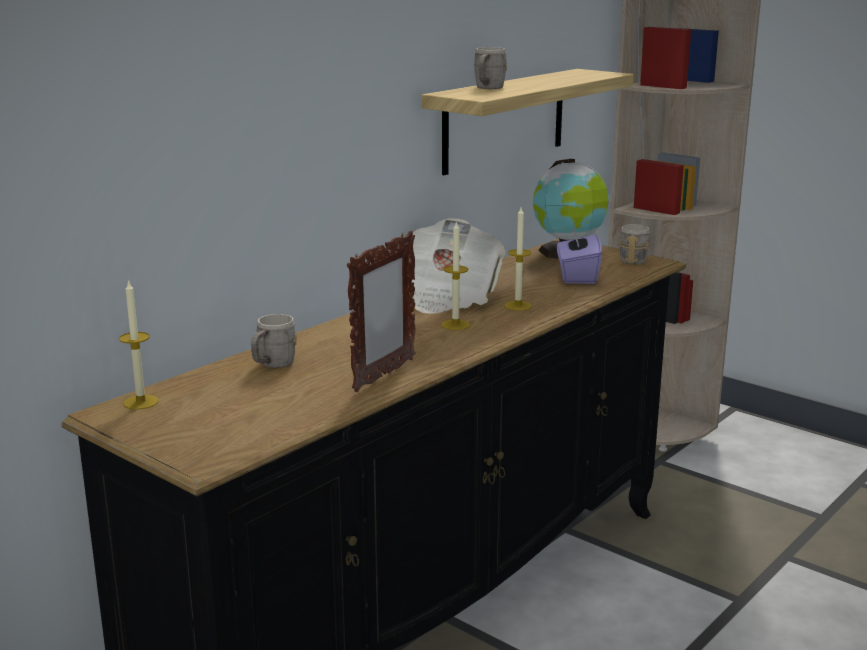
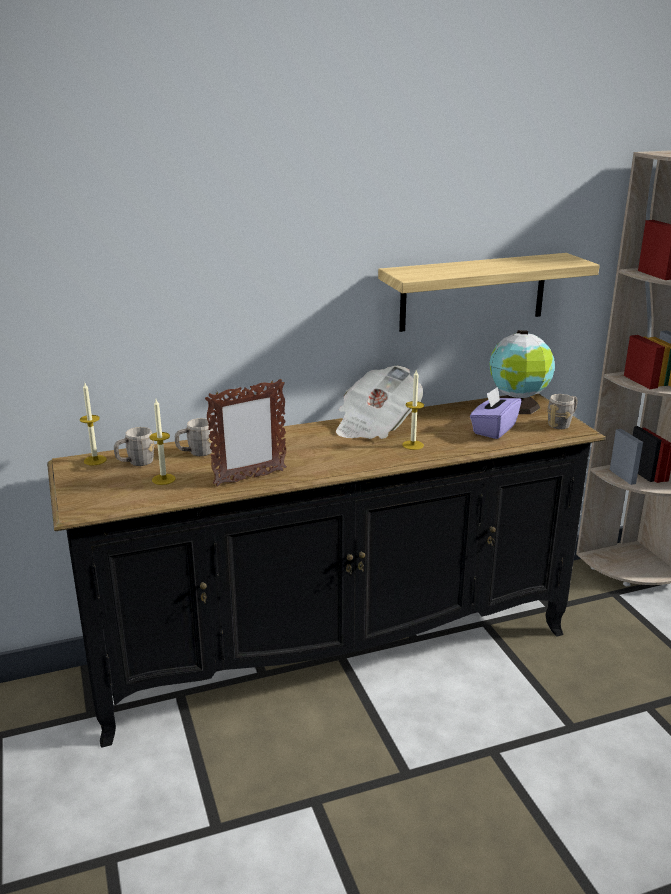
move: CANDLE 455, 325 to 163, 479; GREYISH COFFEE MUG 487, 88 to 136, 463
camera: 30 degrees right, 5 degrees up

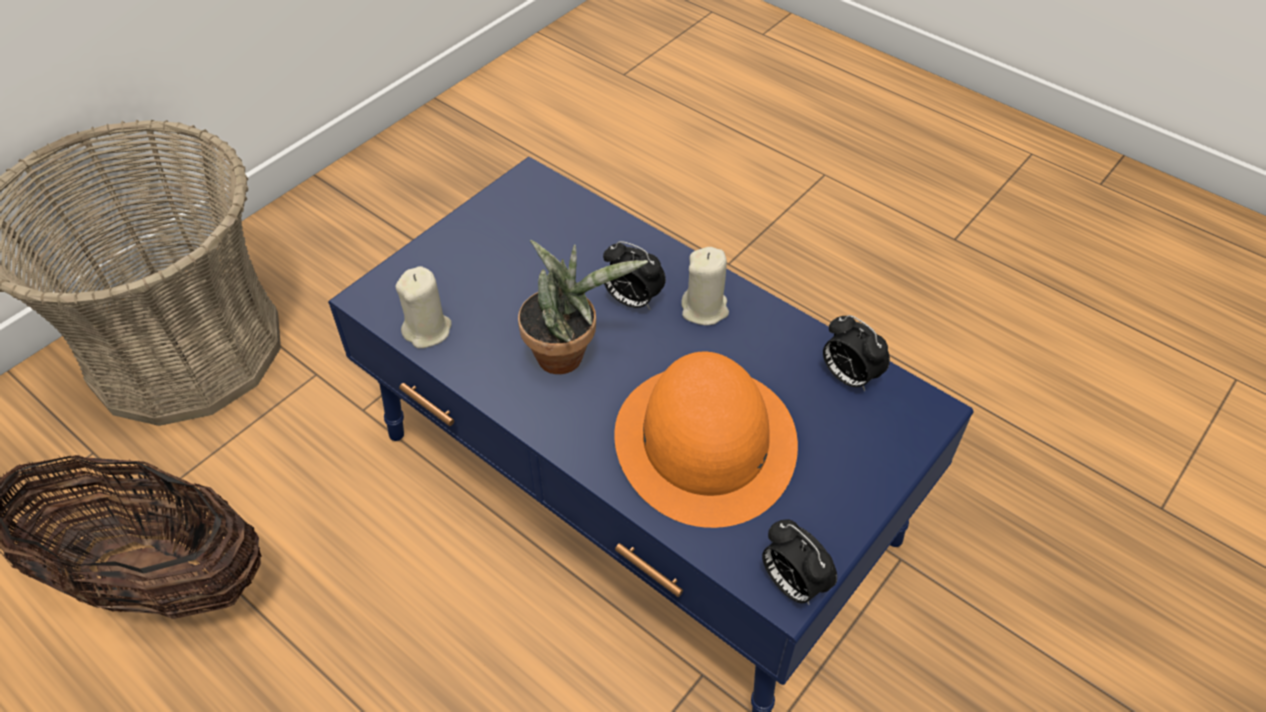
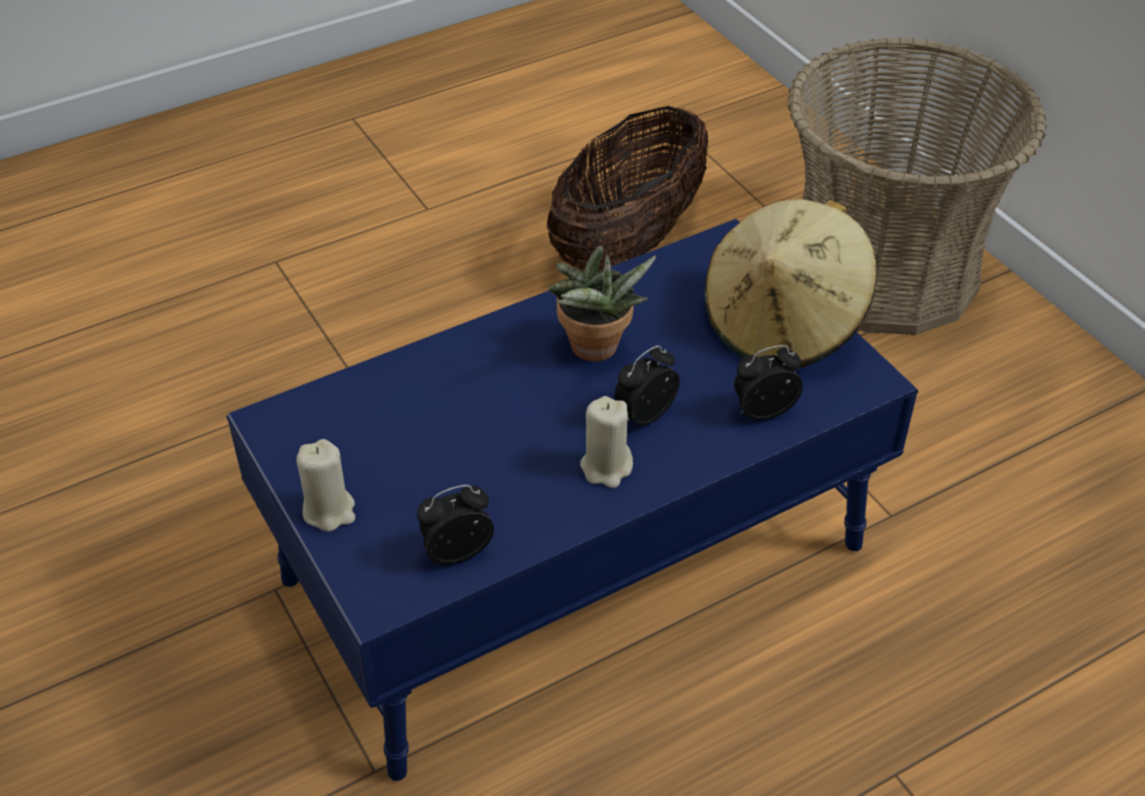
delete: ORANGEY HAT 705, 442
insert: BEIGE HAT 784, 324
move: BEIGE CANDLE 427, 330 to 329, 510; BEDSIDE CLOCK 792, 584 to 763, 410
camera: 110 degrees right, 5 degrees down

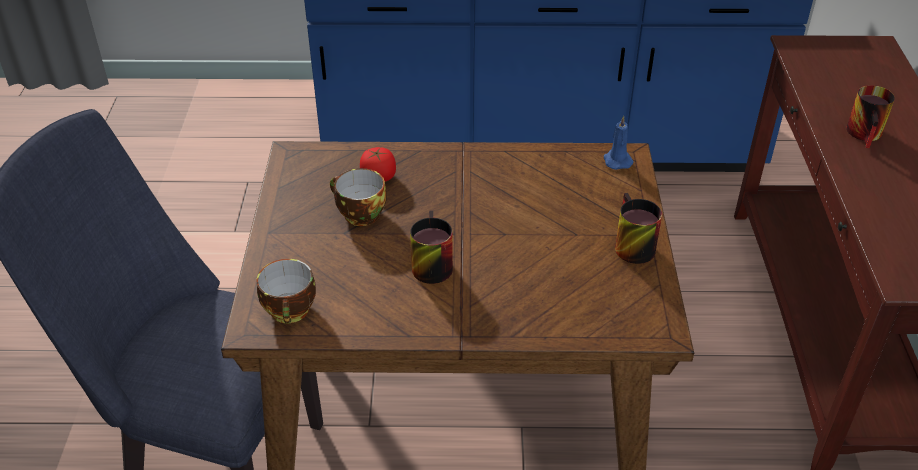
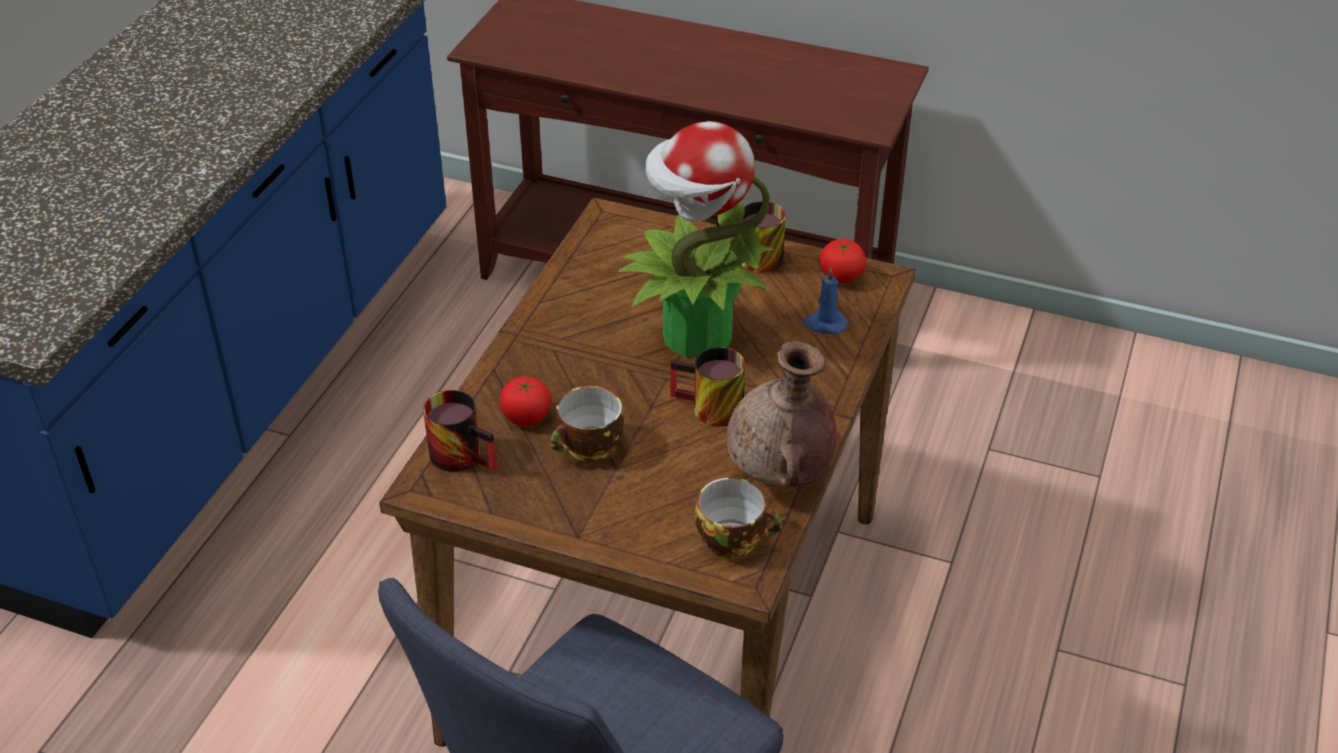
insert: POTTED PLANT 695, 336; BROWN-COLOURED VASE 779, 475; WHOLE TOMATO 840, 276
move: BLUE CANDLE 617, 160 to 824, 324; COFFEE MUG 868, 135 to 465, 454
camera: 70 degrees left, 0 degrees up

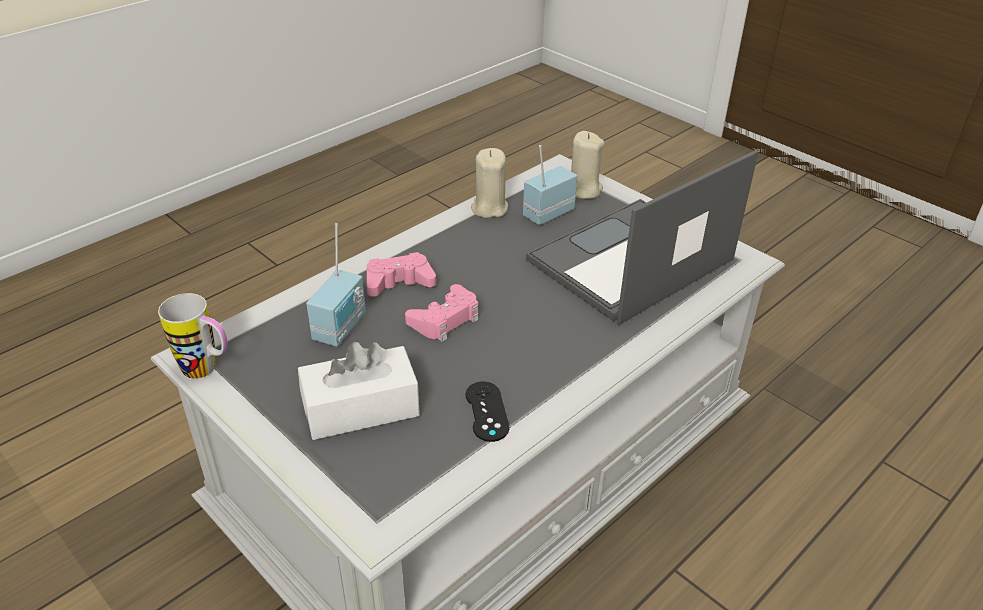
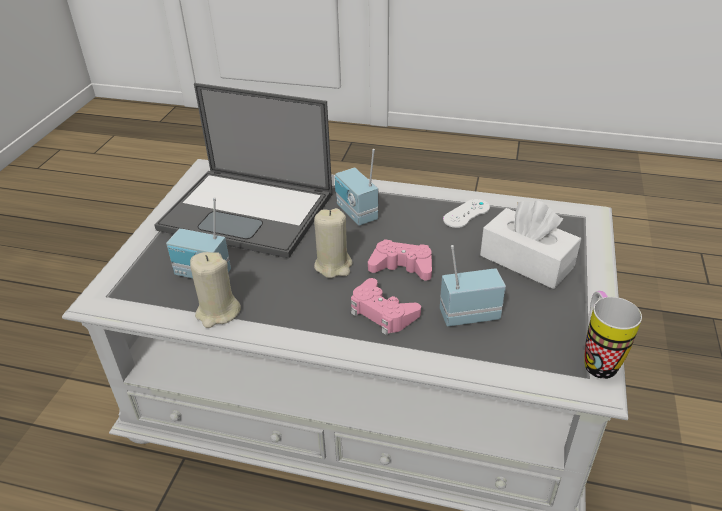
insert: RADIO RECEIVER 355, 213
move: BEIGE CANDLE 582, 190 to 333, 265
recolor: BLACKISH GAME CONTROLLER 486, 411 to WHITE-COLOURED GAME CONTROLLER 466, 213
camera: 120 degrees left, 0 degrees up

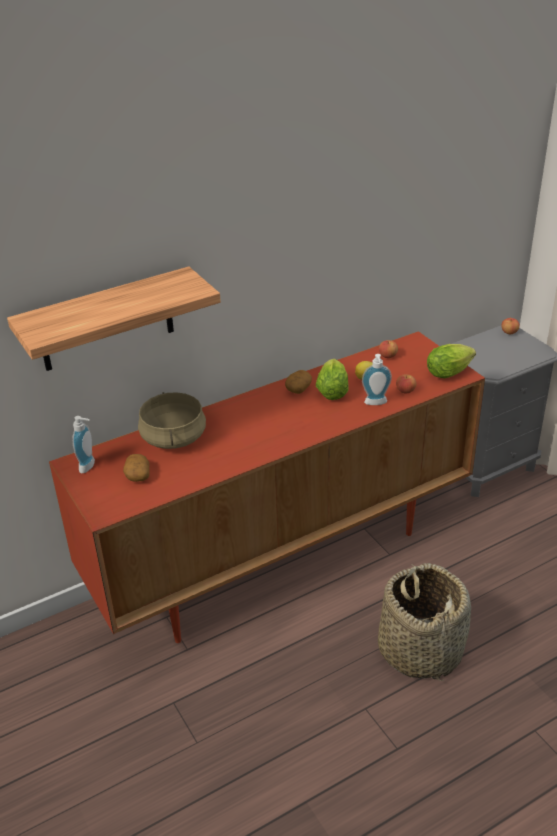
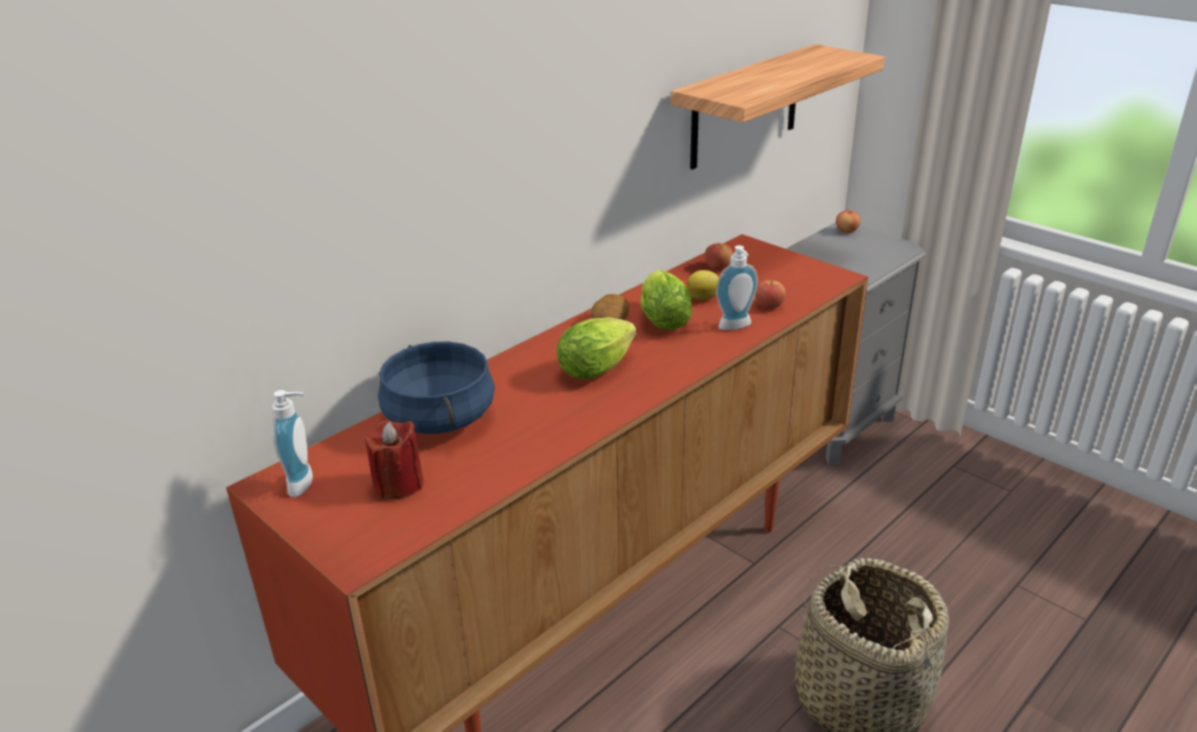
move: BRACKET SHELF 106, 320 to 745, 107; LETTUCE 451, 372 to 599, 368
replace: WHOLE POTATO 137, 475 to RED CANDLE 398, 484
recolor: BEIGE SAUCEPOT 173, 437 to BLUE SAUCEPOT 439, 417
camera: 15 degrees left, 5 degrees down

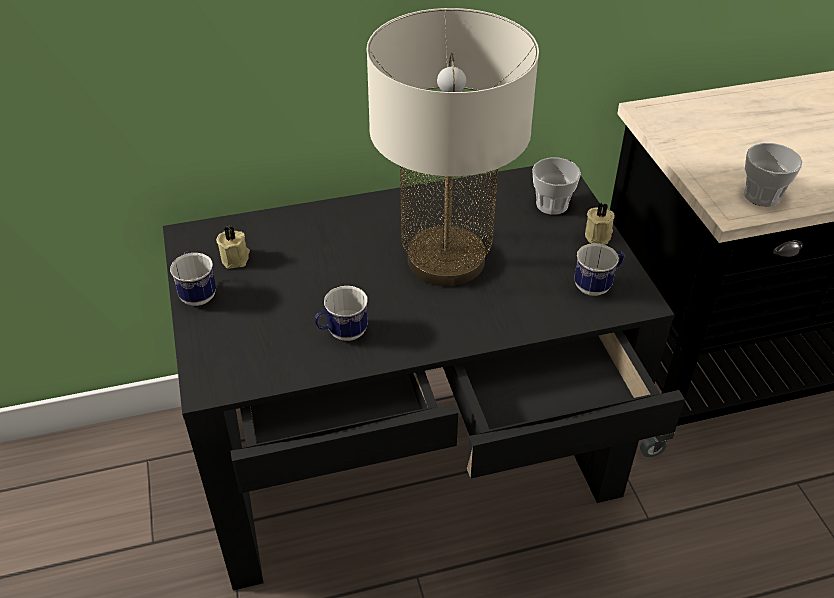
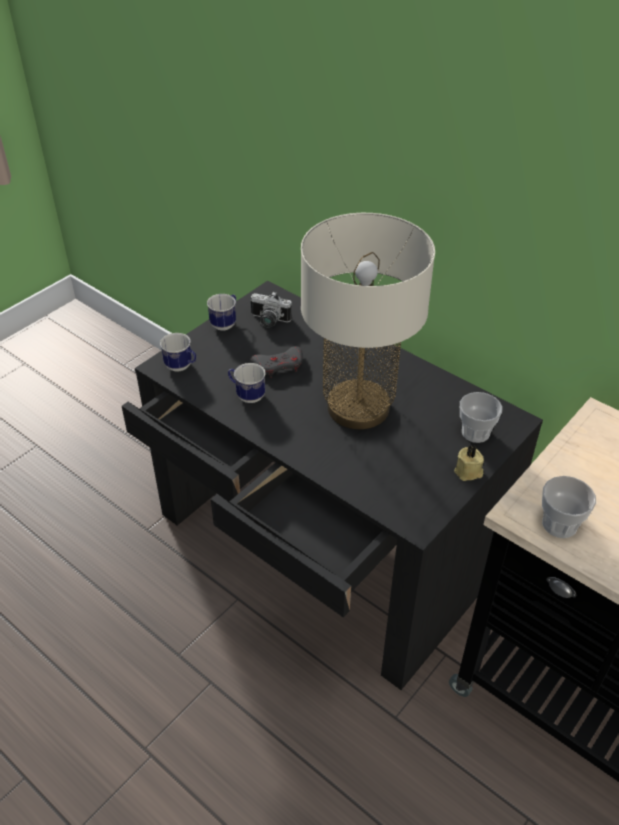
insert: GREYISH GAME CONTROLLER 279, 365
move: COFFEE MUG 597, 286 to 182, 367
replace: BEIGE CANDLE 236, 258 to STILL CAMERA 268, 321
camera: 55 degrees right, 0 degrees up

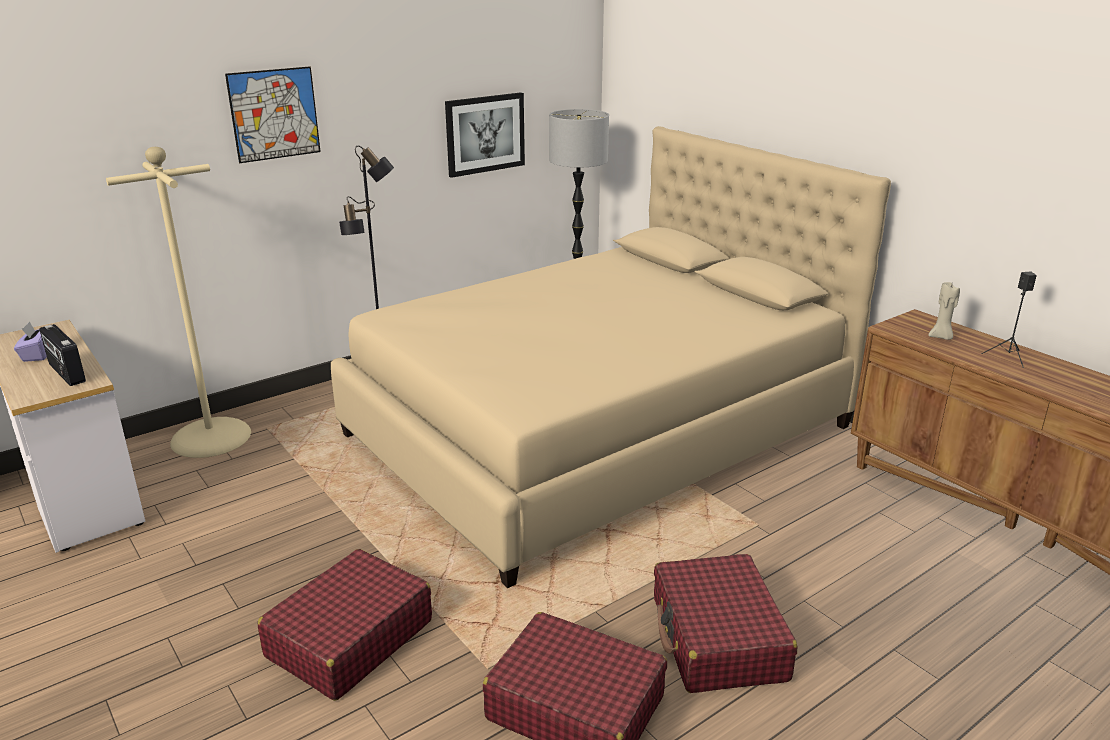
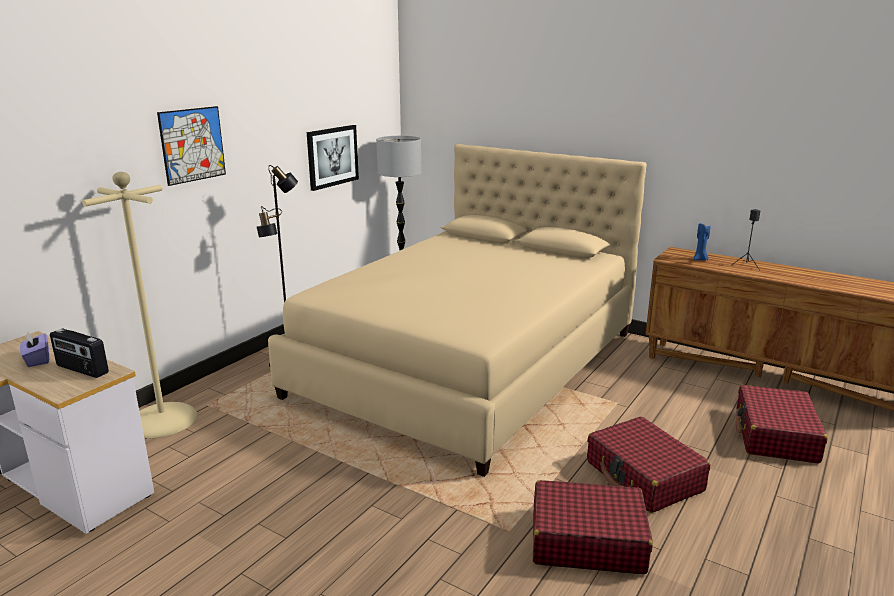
move: RED SUITCASE 349, 639 to 775, 436
recolor: BEIGE CANDLE 941, 337 to BLUE CANDLE 700, 259
camera: 20 degrees left, 5 degrees down

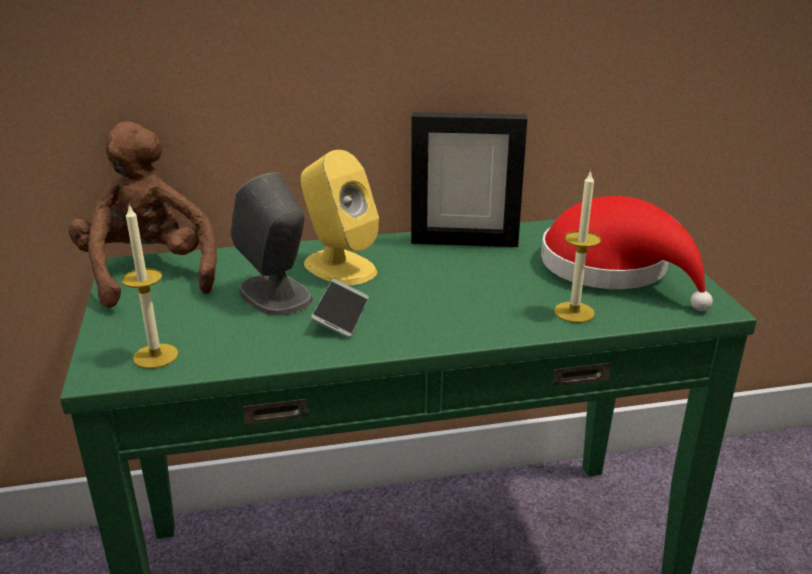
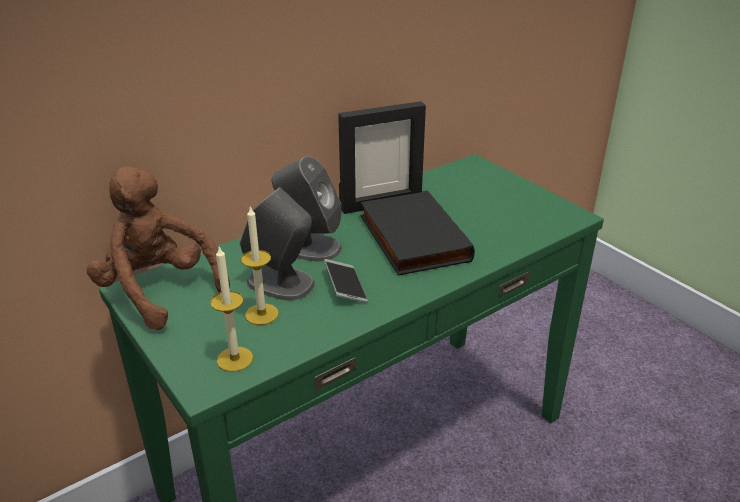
delete: RED HAT 613, 269
insert: BLACKISH BOUND BOOK 411, 238
move: CANDLE 574, 312 to 261, 314
recolor: YELLOW AUDIO SPEAKER 339, 267 to GREYISH AUDIO SPEAKER 308, 247
camera: 25 degrees left, 5 degrees up

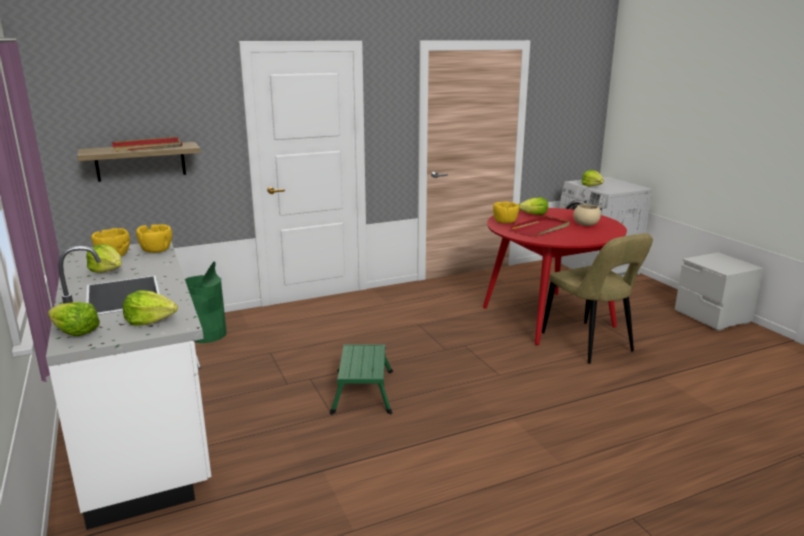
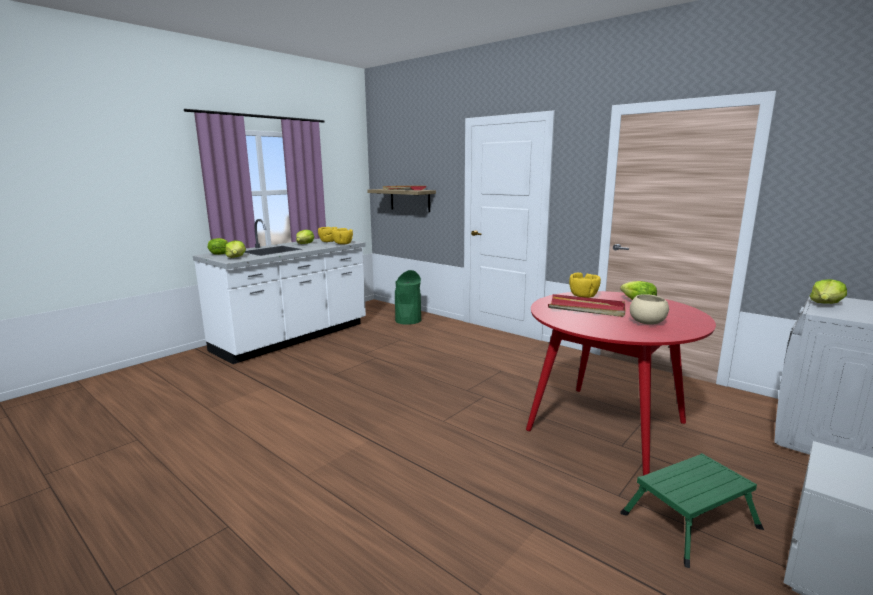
delete: BEIGE CHAIR 589, 344
move: GREEN STEP LADDER 363, 391 to 690, 520
camera: 65 degrees right, 5 degrees down

